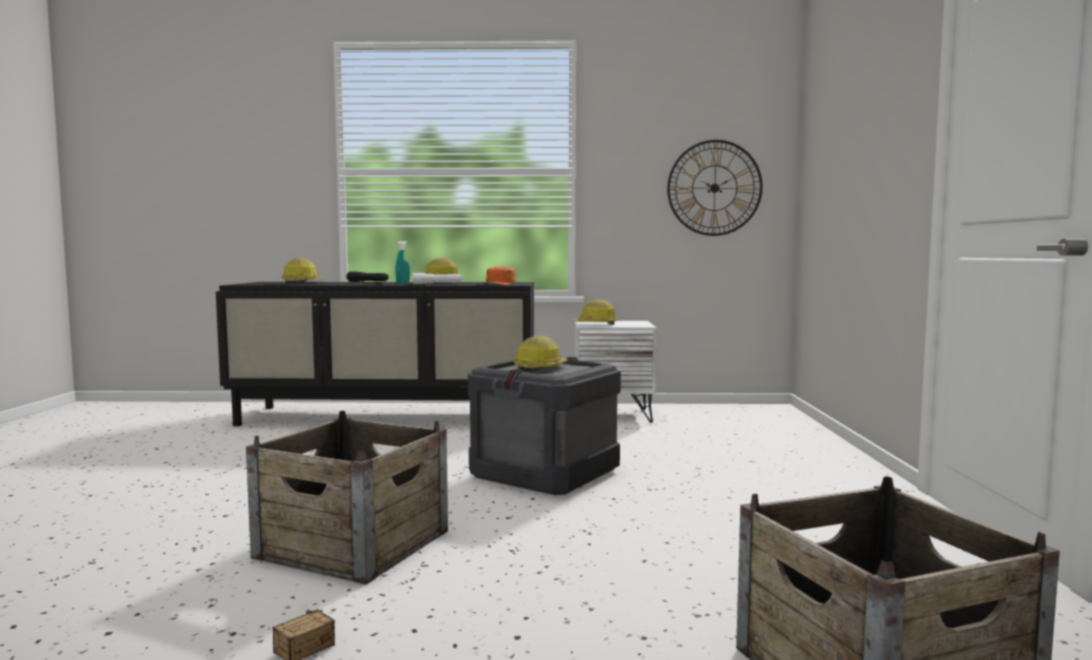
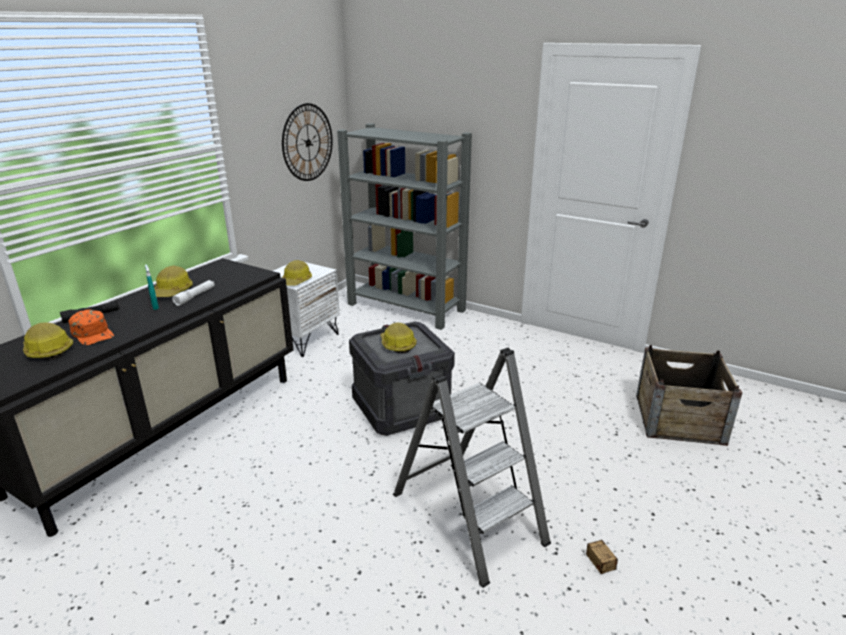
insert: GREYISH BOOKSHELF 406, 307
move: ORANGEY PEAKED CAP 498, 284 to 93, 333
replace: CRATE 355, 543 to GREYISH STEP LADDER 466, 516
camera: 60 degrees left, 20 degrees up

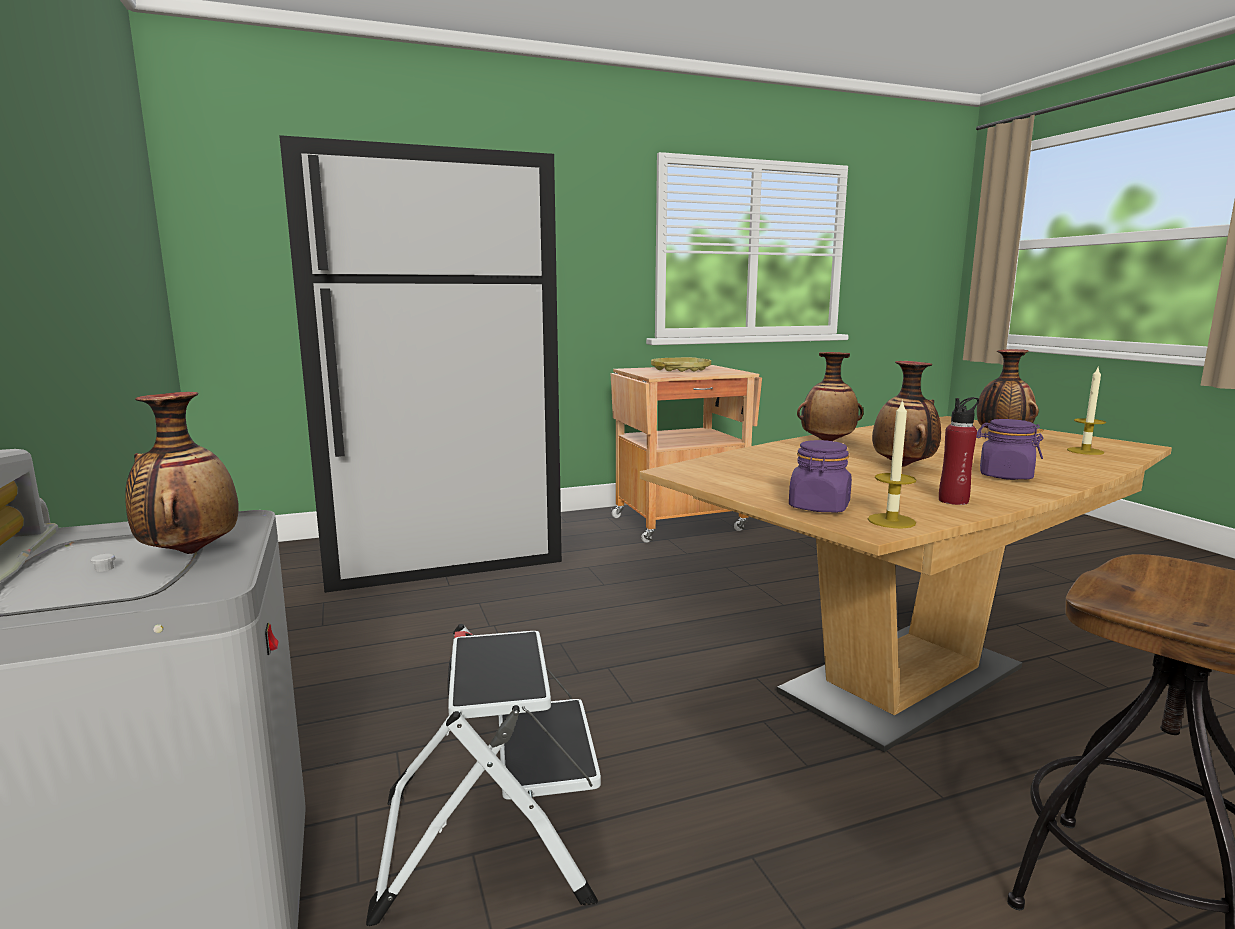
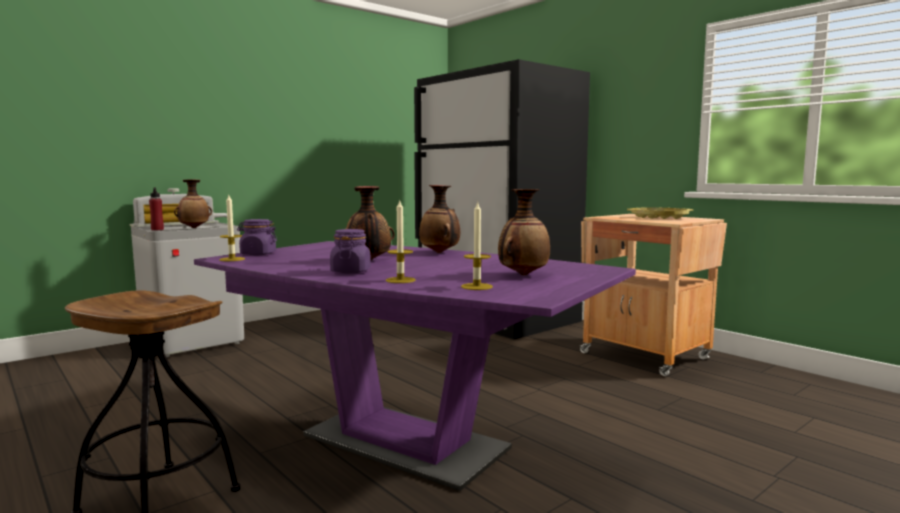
delete: STEP LADDER 489, 834
insert: CANDLE 400, 280
move: RED BOTTLE 953, 501 to 157, 229
recolor: BROWN-COLOURED DINING TABLE 903, 680 to PURPLE DINING TABLE 405, 442
camera: 70 degrees right, 5 degrees down

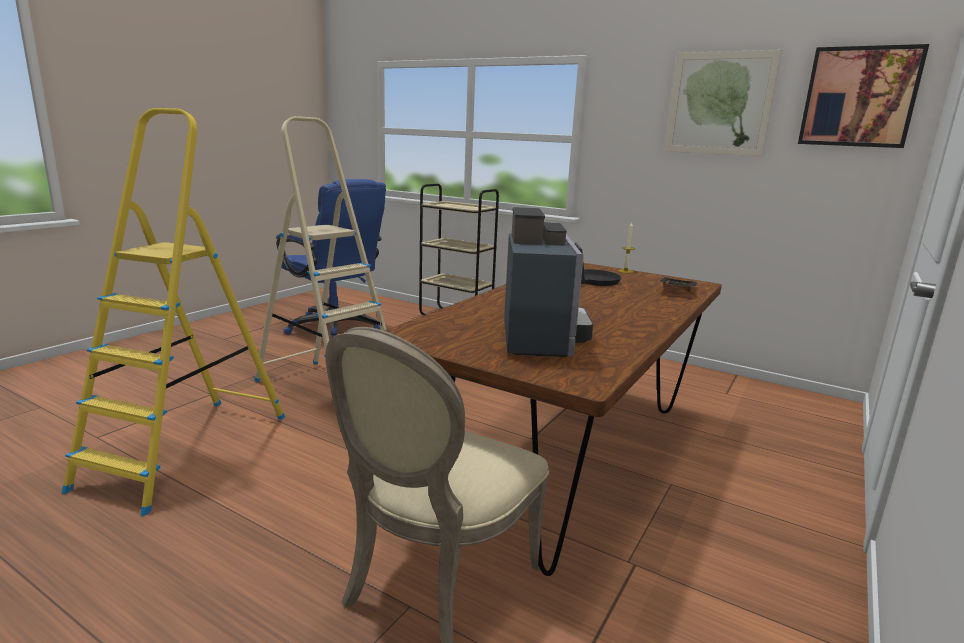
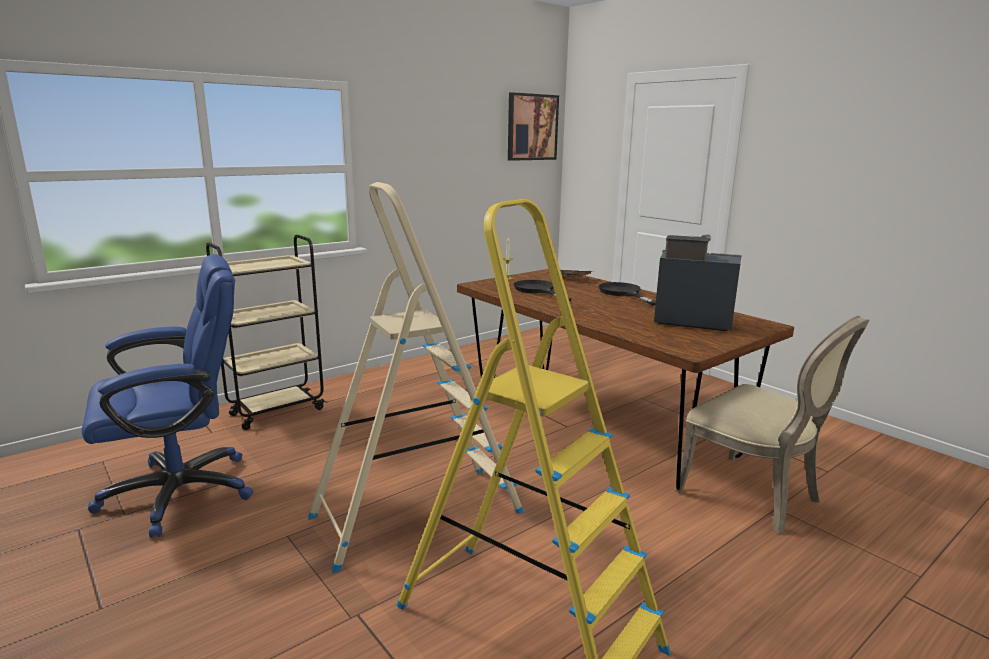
delete: WALL ART 719, 103
insert: BLACKISH SKILLET 623, 293
camera: 70 degrees left, 0 degrees up

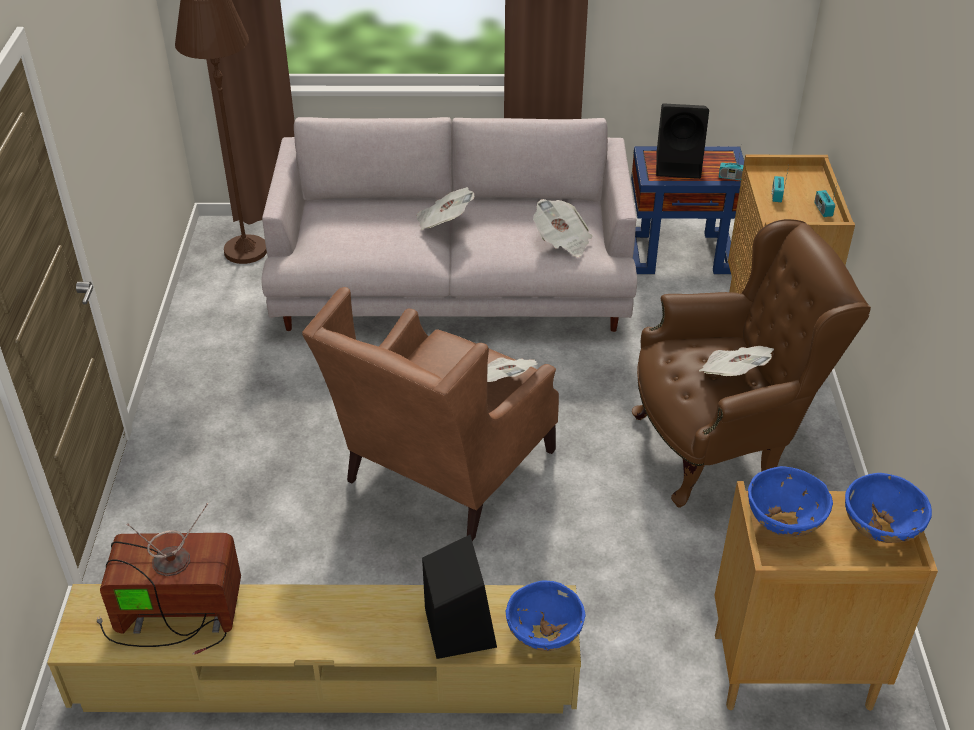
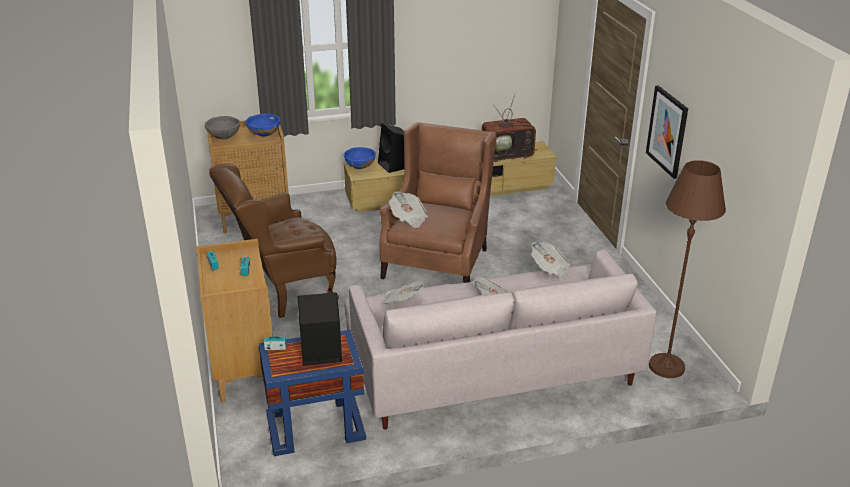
insert: WALL ART 667, 131
move: NEWSPAPER 733, 374 to 550, 270
recolor: BLUE BOWL 880, 530 to GREYISH BOWL 224, 138
camera: 165 degrees right, 10 degrees down

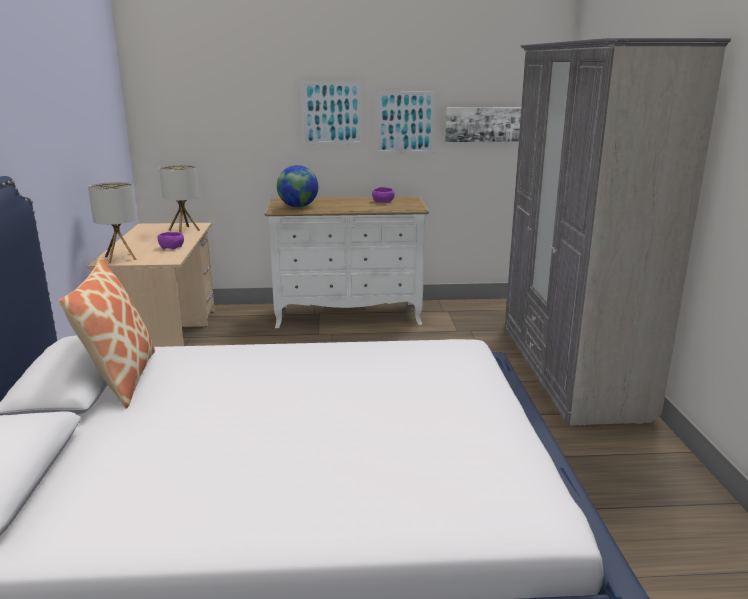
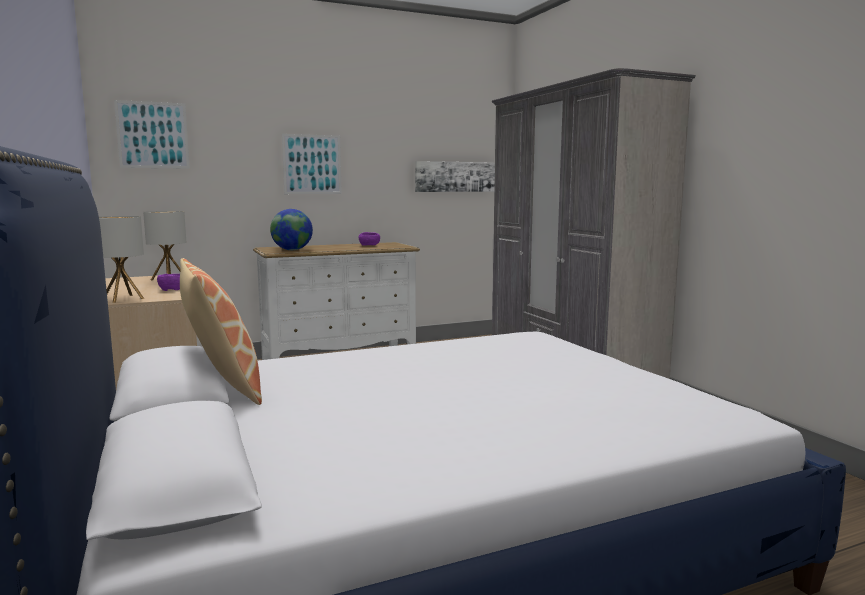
move: WALL ART 405, 122 to 153, 135
camera: 20 degrees left, 10 degrees down

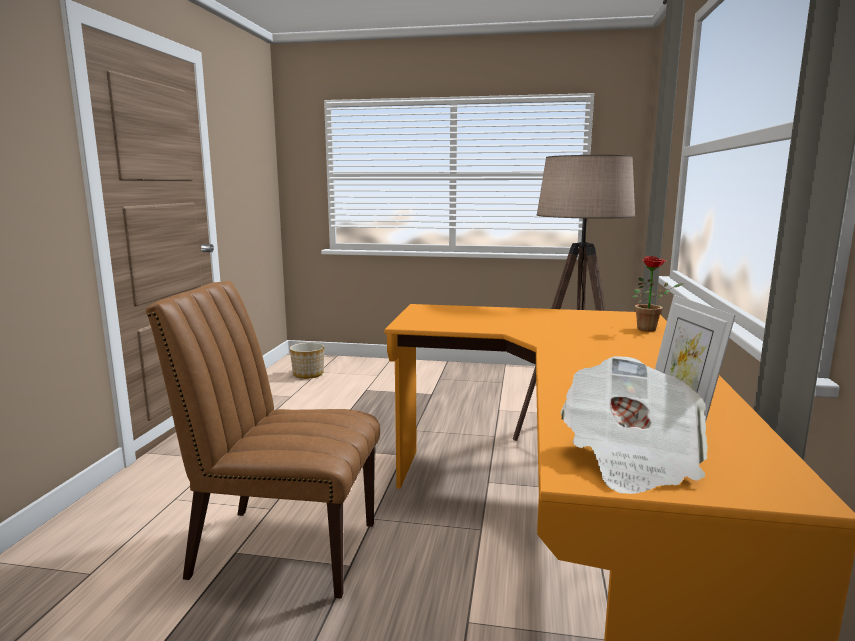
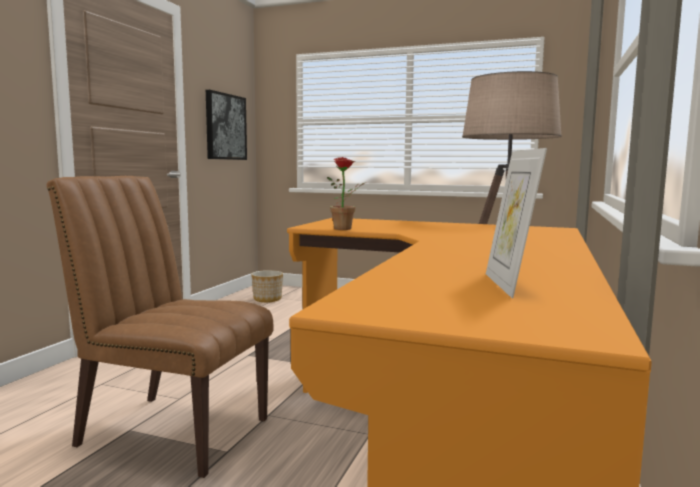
delete: NEWSPAPER 630, 458
insert: WALL ART 225, 127
move: POTTED PLANT 651, 329 to 346, 229
camera: 10 degrees right, 5 degrees down

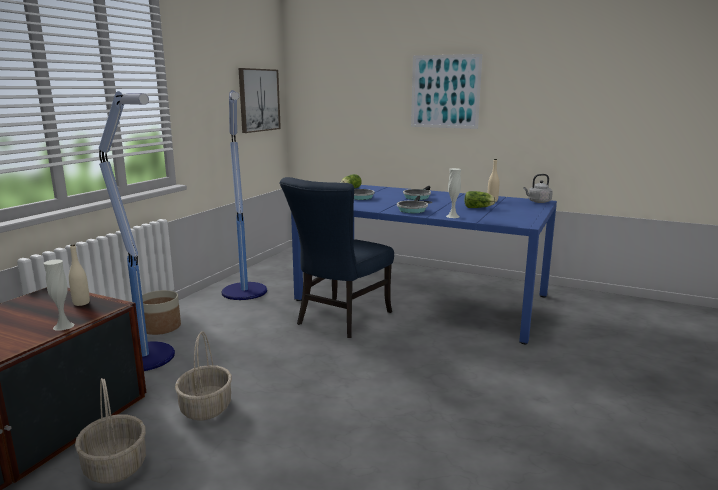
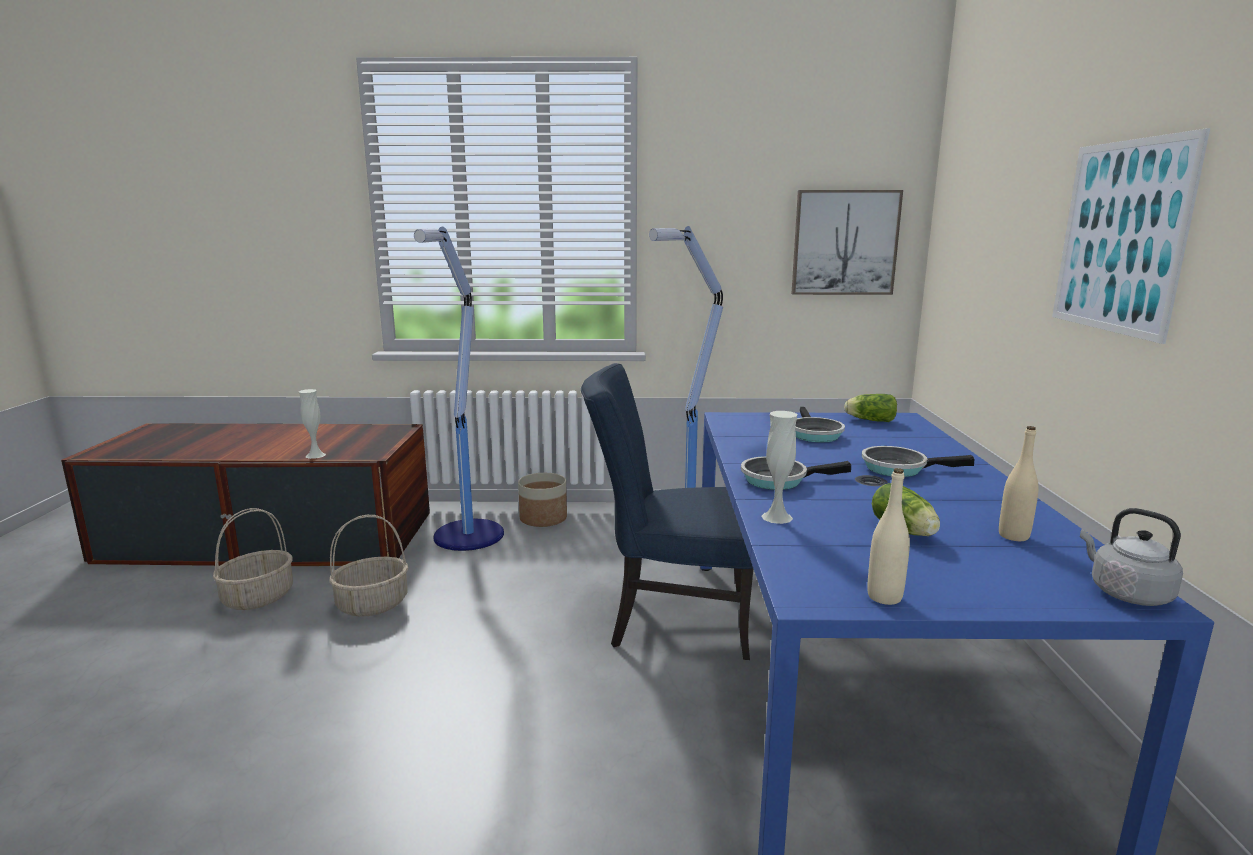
move: BEIGE BOTTLE 81, 303 to 884, 597
camera: 65 degrees right, 0 degrees up

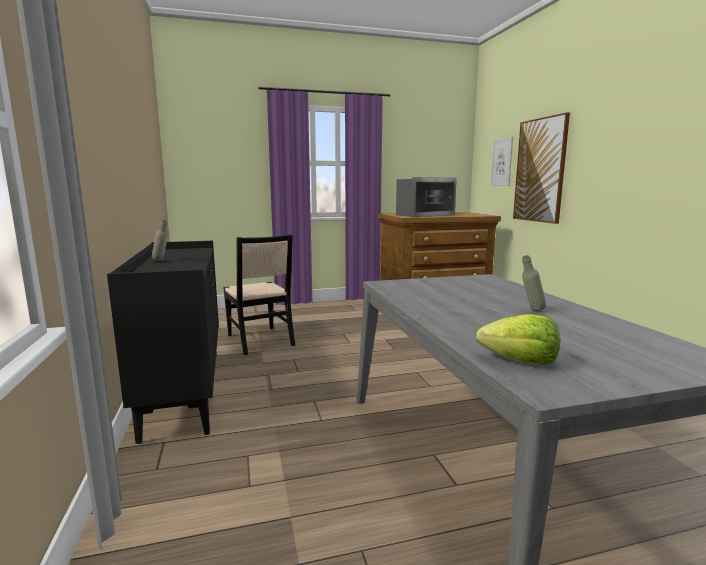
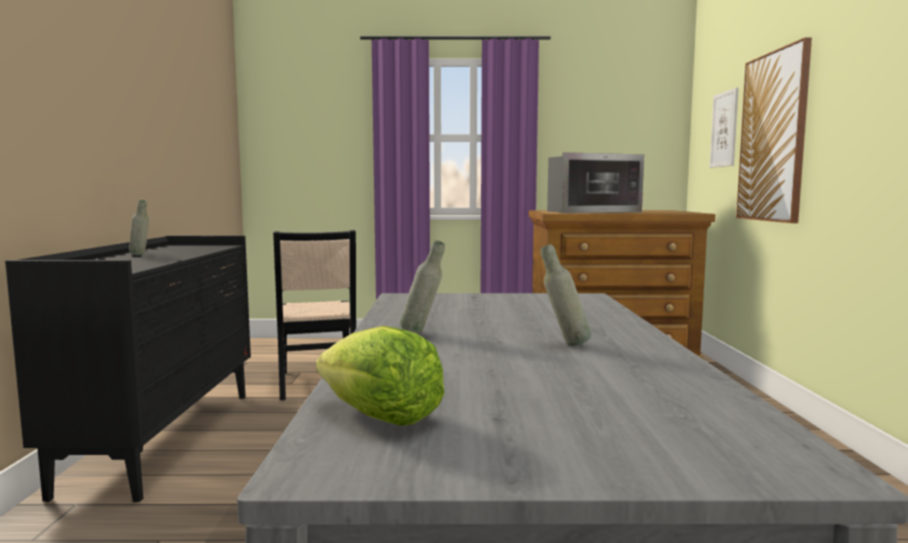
insert: GREYISH BOTTLE 422, 333
camera: 15 degrees right, 5 degrees down

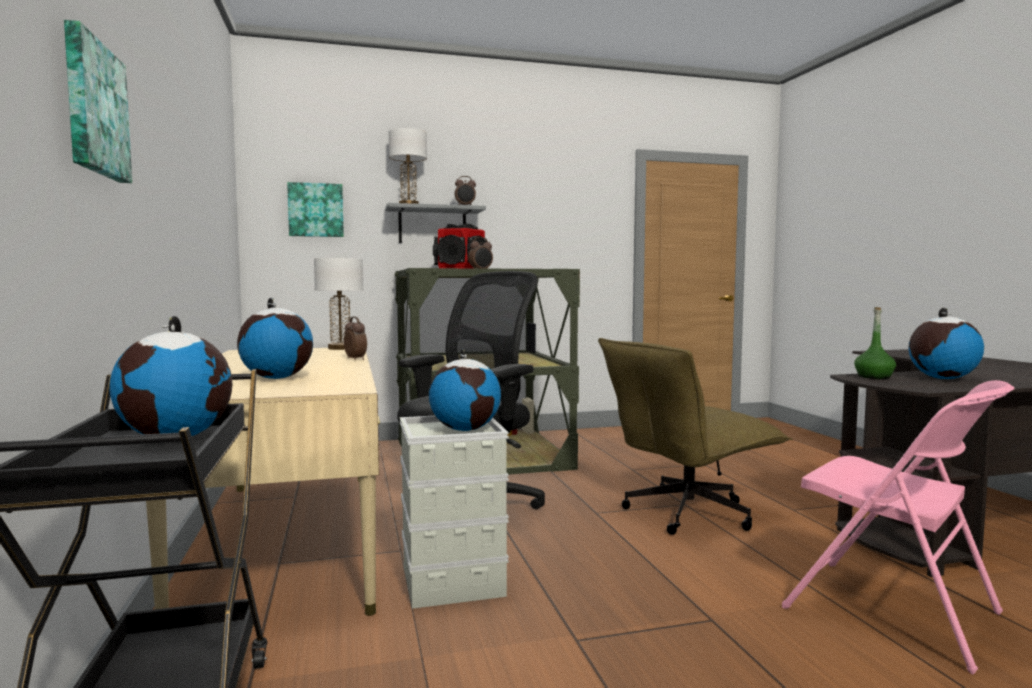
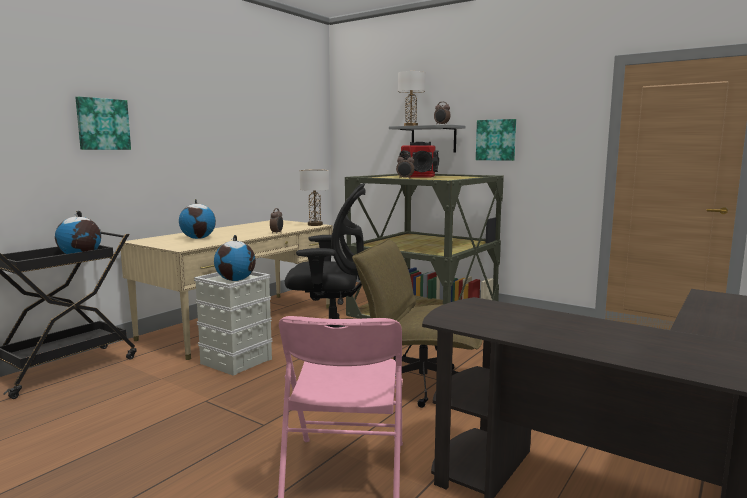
delete: GREEN BOTTLE 874, 377; GLOBE 942, 378
move: WALL ART 316, 210 to 496, 140
camera: 50 degrees right, 5 degrees up

